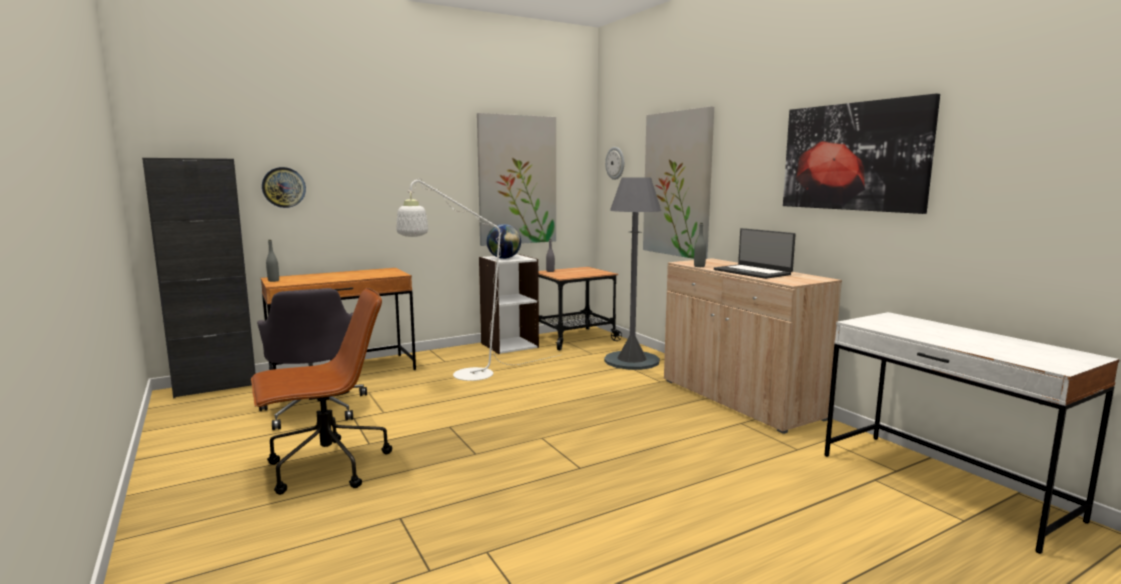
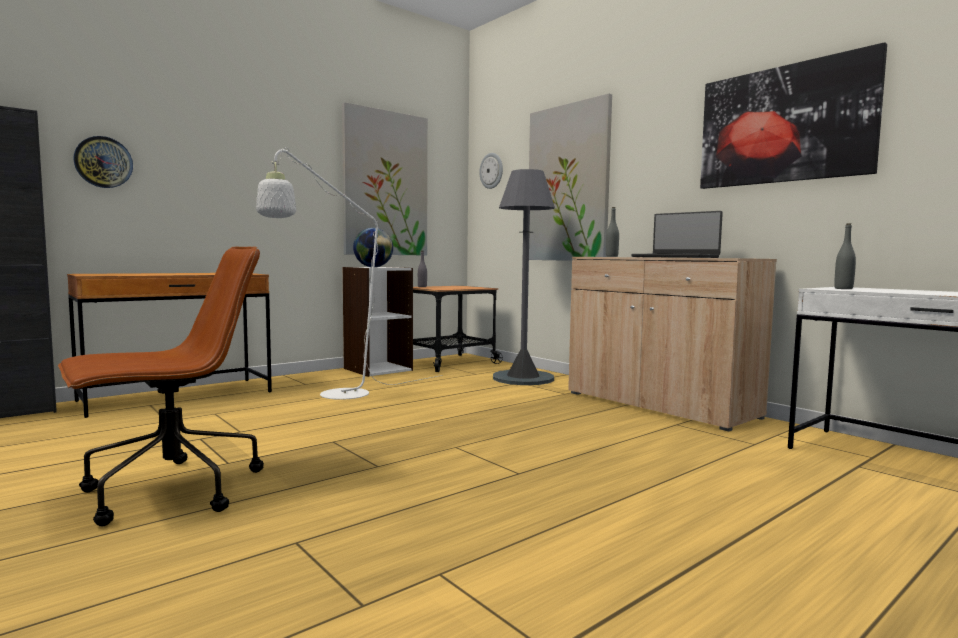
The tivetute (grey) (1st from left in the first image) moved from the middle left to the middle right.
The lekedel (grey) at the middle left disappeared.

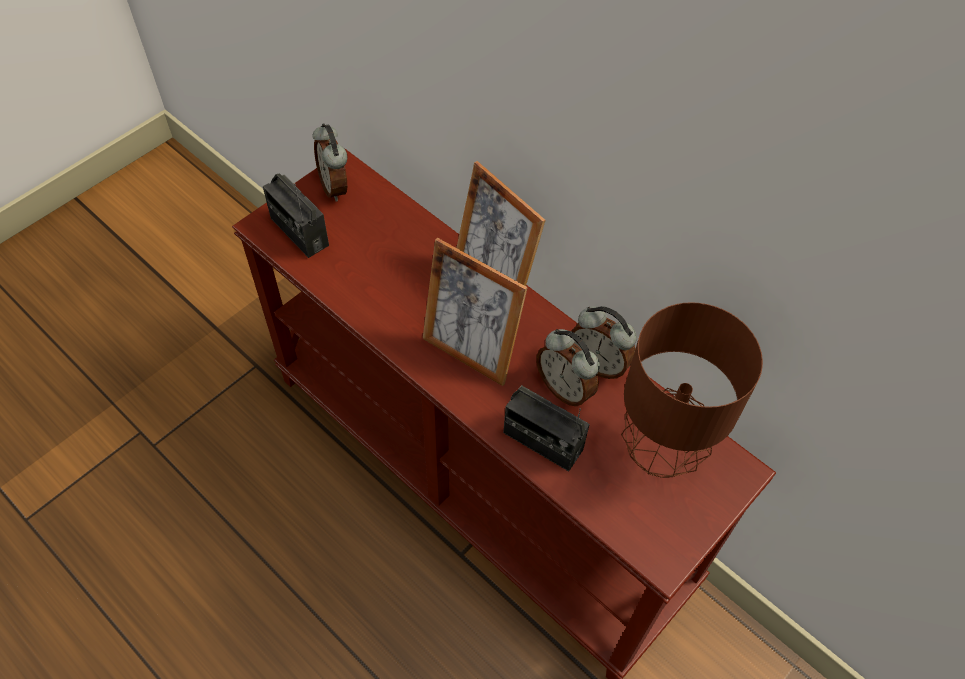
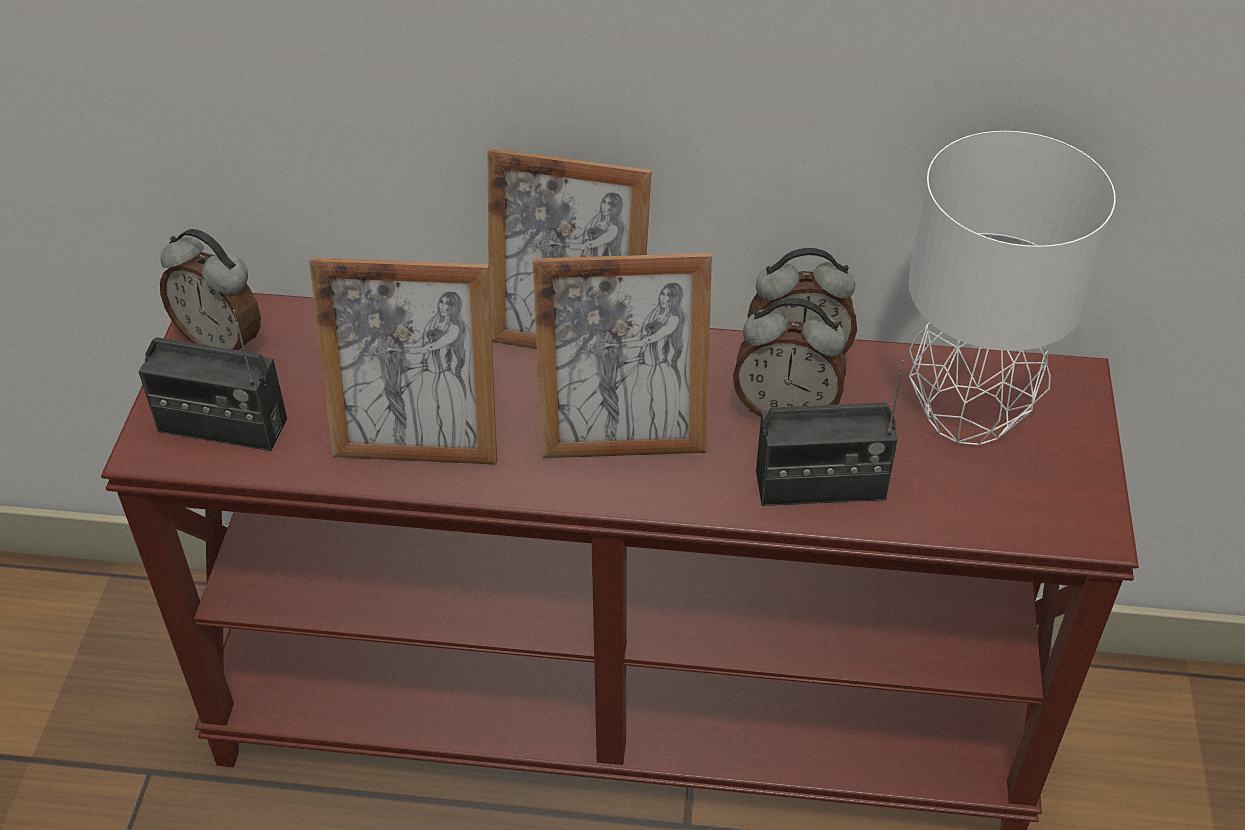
The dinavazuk (1st from left) at the middle left appeared.
The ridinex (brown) at the middle right became the ridinex (white) at the middle right.

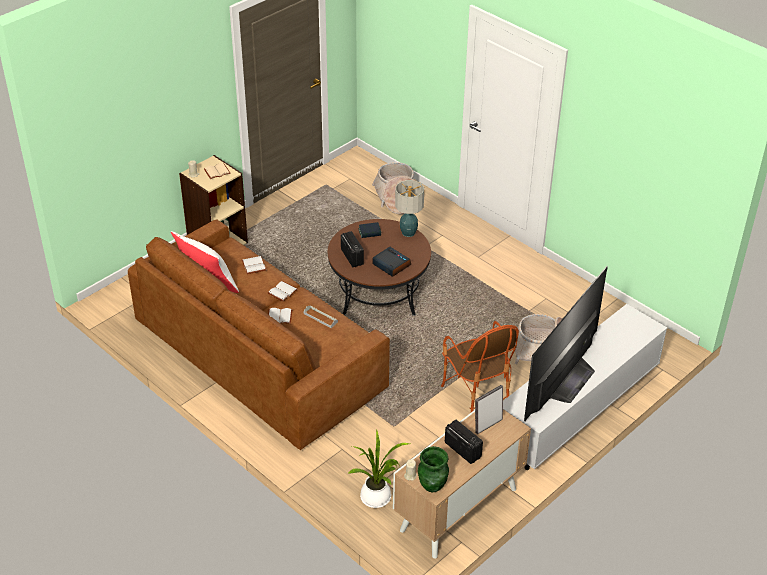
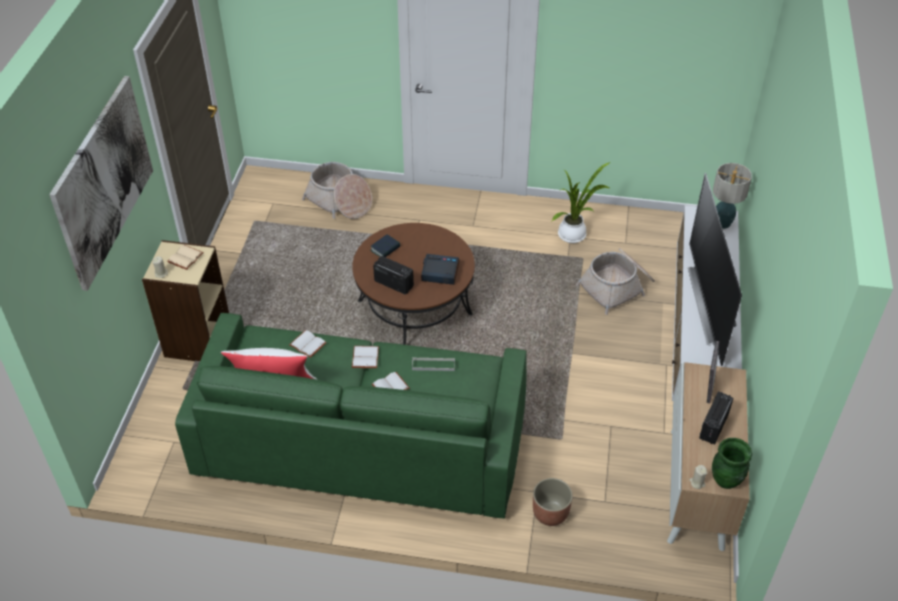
The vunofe at the top left appeared.
The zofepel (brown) at the centre became the zofepel (green) at the bottom centre.
The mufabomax at the bottom centre appeared.
The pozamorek moved from the bottom centre to the centre.
The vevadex (2nd from left) at the bottom centre turned 75 degrees counterclockwise.
The ridinex moved from the centre to the top right.
The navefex at the centre disappeared.

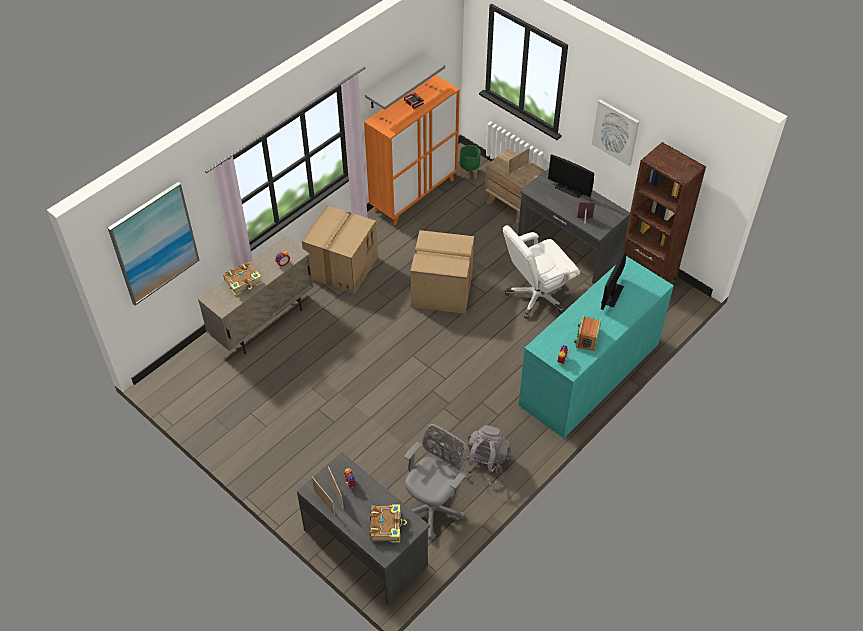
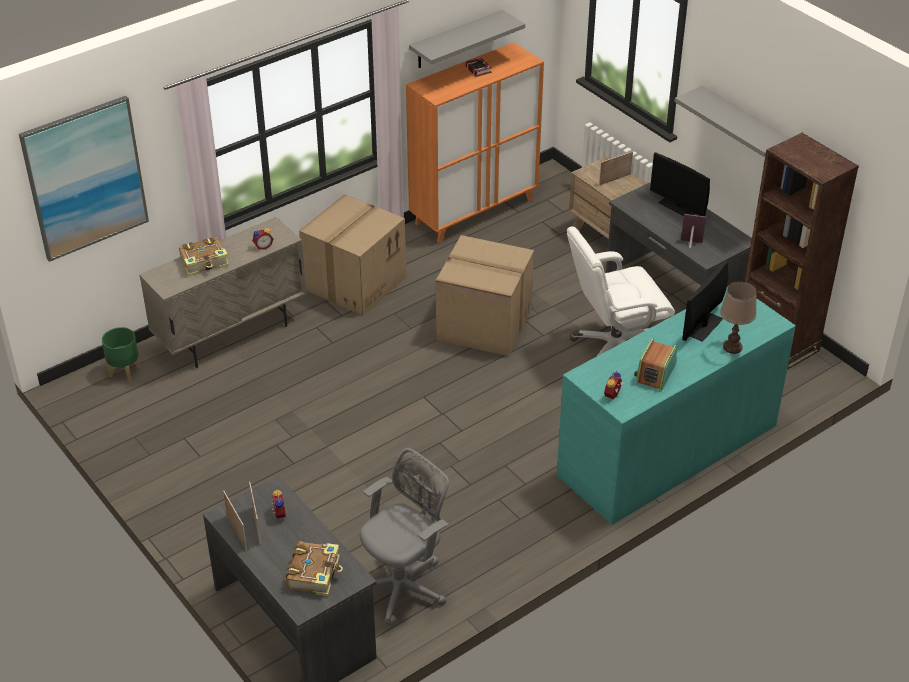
The mufabomax (green) moved from the top centre to the middle left.
The vunofe (2nd from left) at the top right was replaced by the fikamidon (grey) (2nd from left) at the top right.
The ridinex (brown) at the middle right appeared.
The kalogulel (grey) at the bottom centre disappeared.

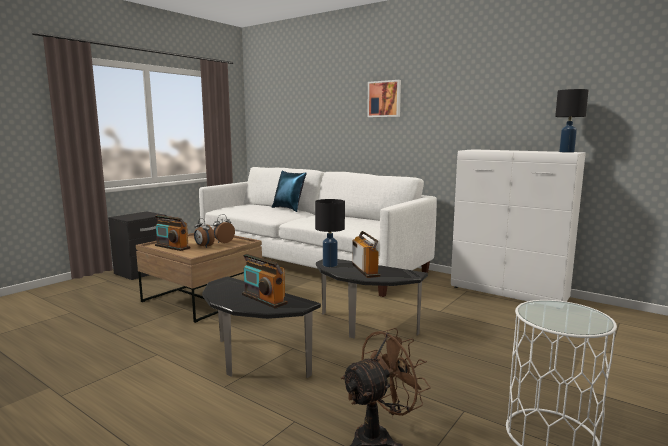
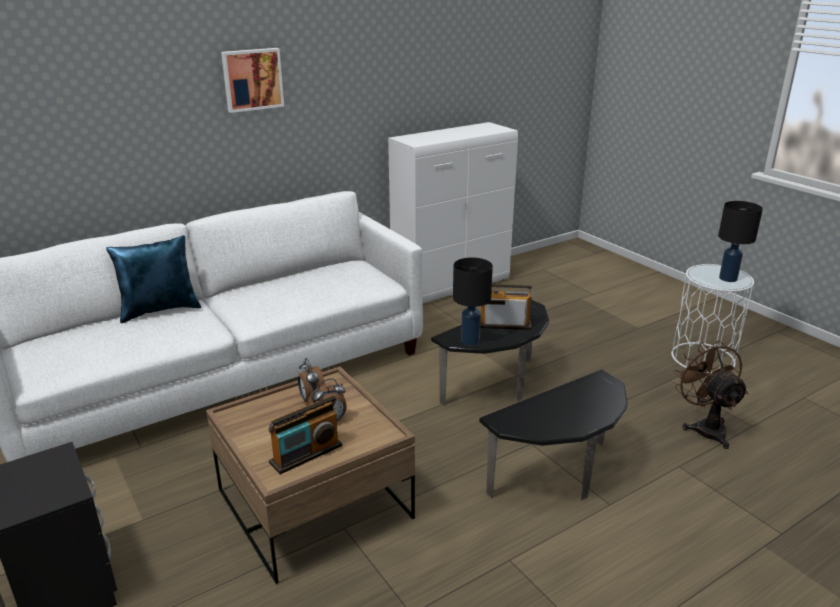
The ridinex (black) (2nd from left) moved from the top right to the middle right.
The vevadex (2nd from left) at the centre disappeared.

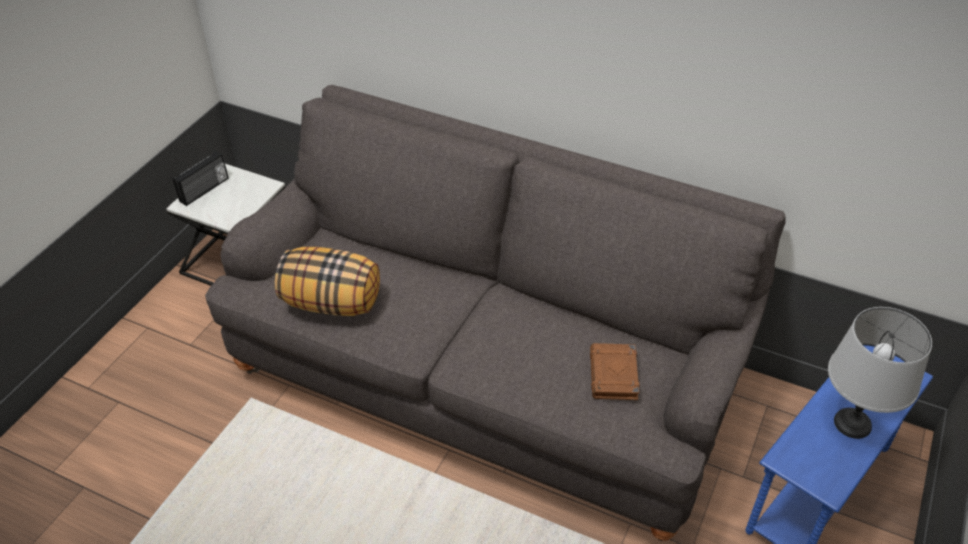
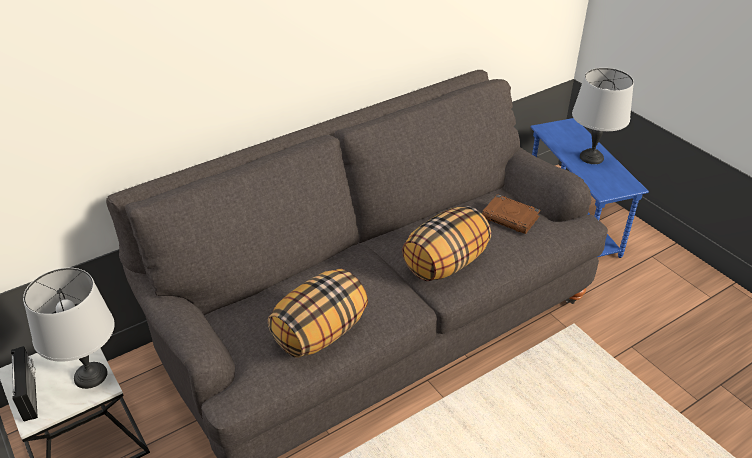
The ridinex (grey) (1st from left) at the bottom left appeared.
The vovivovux (2nd from left) at the centre appeared.

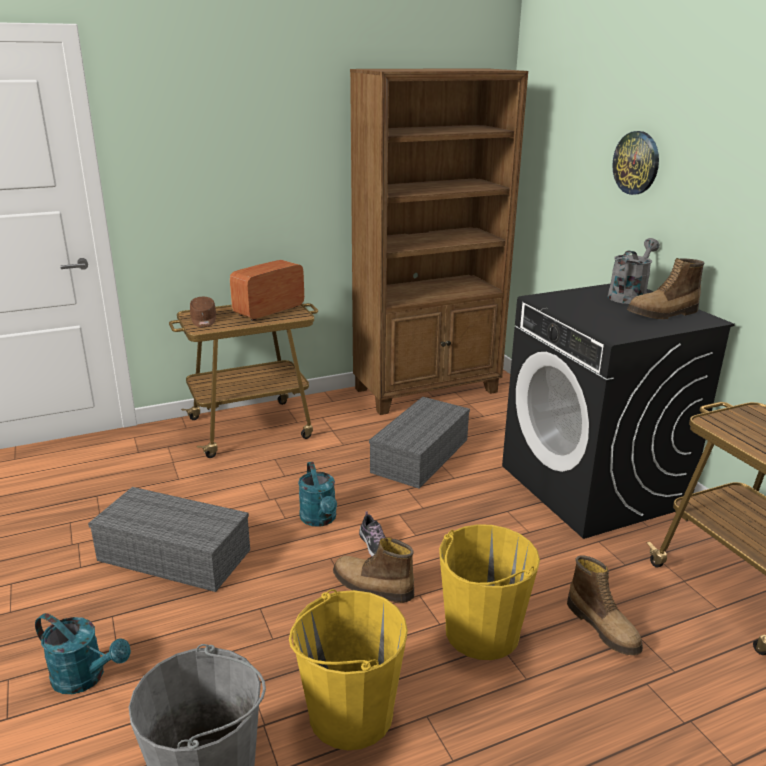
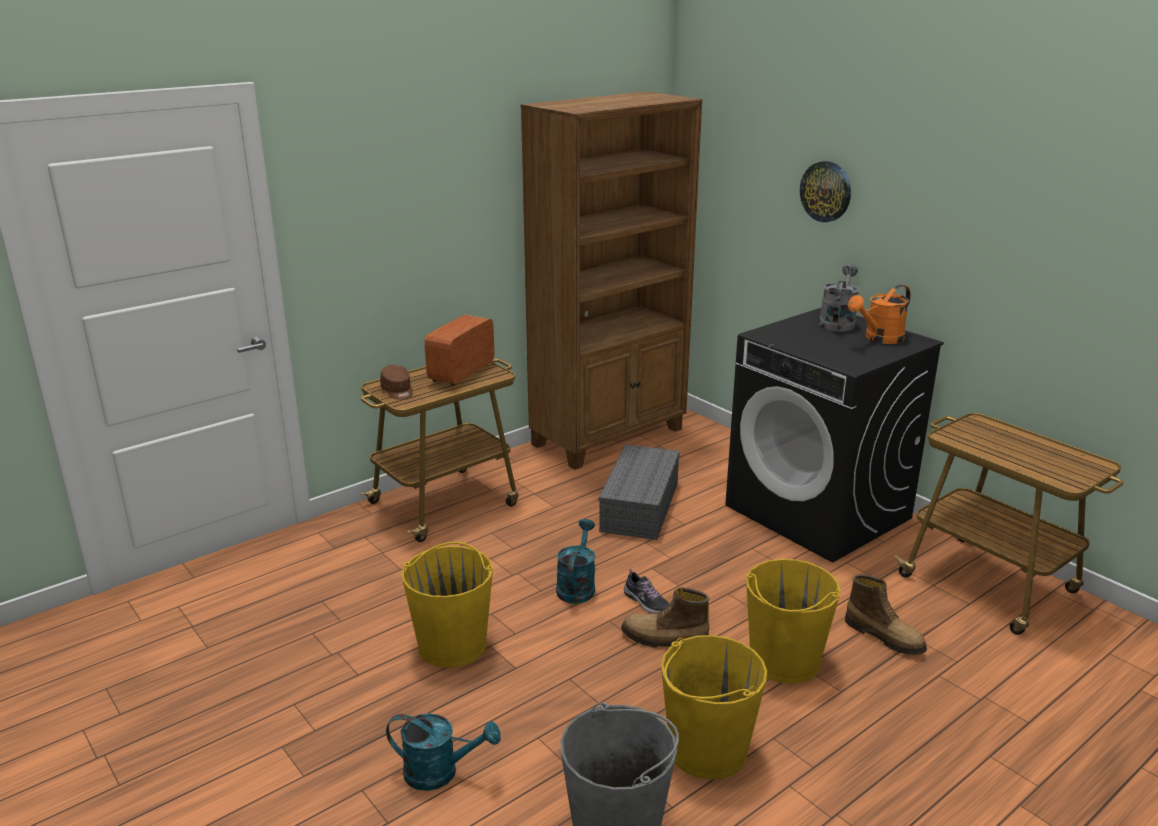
The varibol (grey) (1st from left) at the bottom left was replaced by the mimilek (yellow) (1st from left) at the bottom centre.
The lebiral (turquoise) (2nd from left) at the centre turned 135 degrees counterclockwise.
The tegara (3rd from left) at the middle right was replaced by the lebiral (orange) at the middle right.

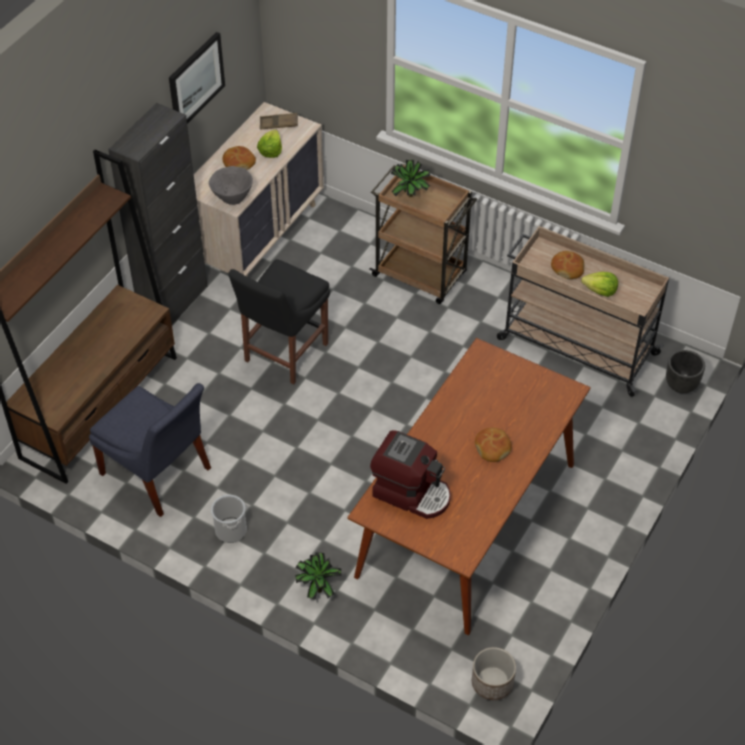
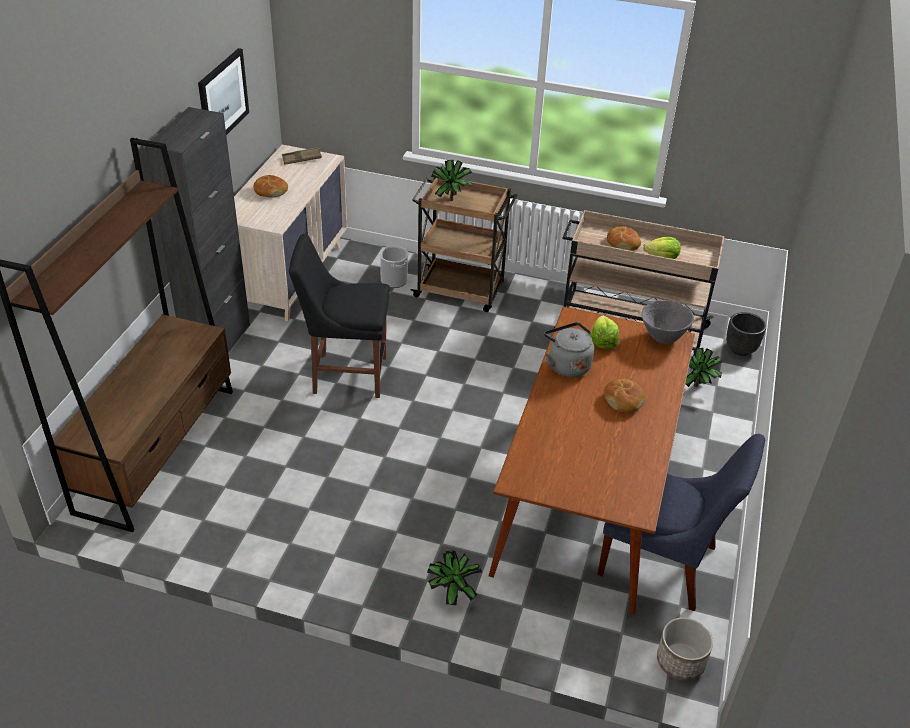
The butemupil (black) at the centre turned 75 degrees clockwise.
The mimilek moved from the bottom left to the centre.
The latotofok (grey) at the centre appeared.
The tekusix (1st from left) moved from the top centre to the centre.
The butemupil (blue) moved from the middle left to the bottom right.
The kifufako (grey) moved from the top left to the middle right.
The pozamorek (3rd from left) at the middle right appeared.
The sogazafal at the centre disappeared.

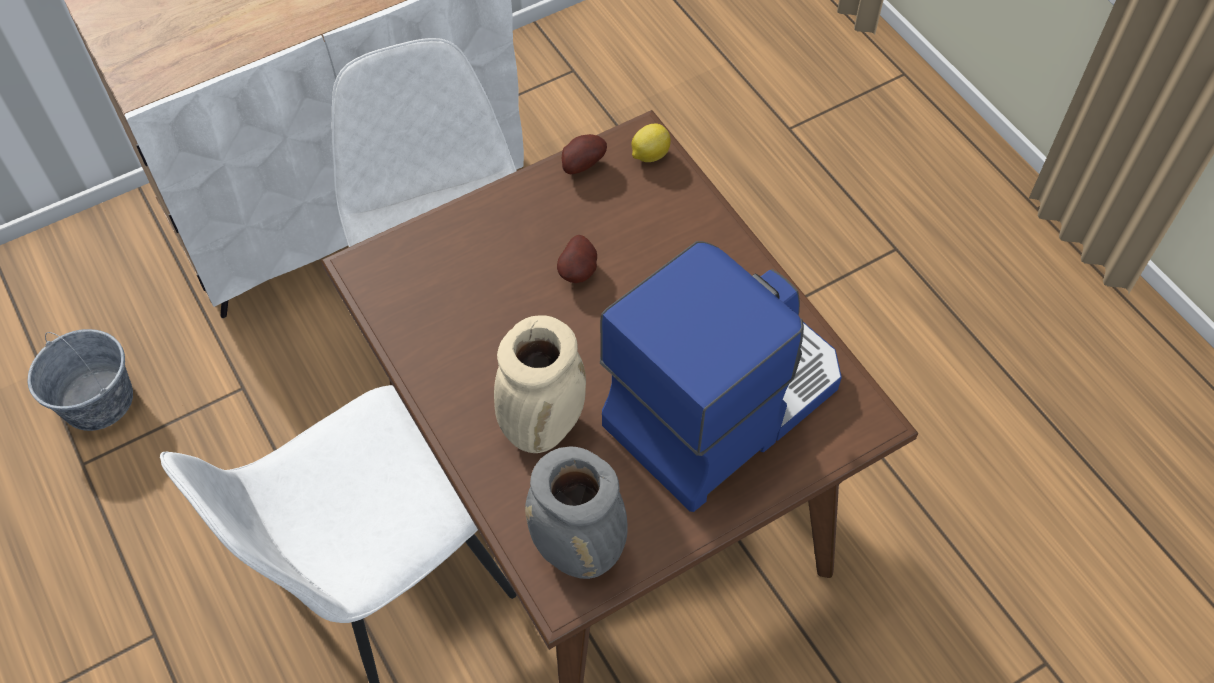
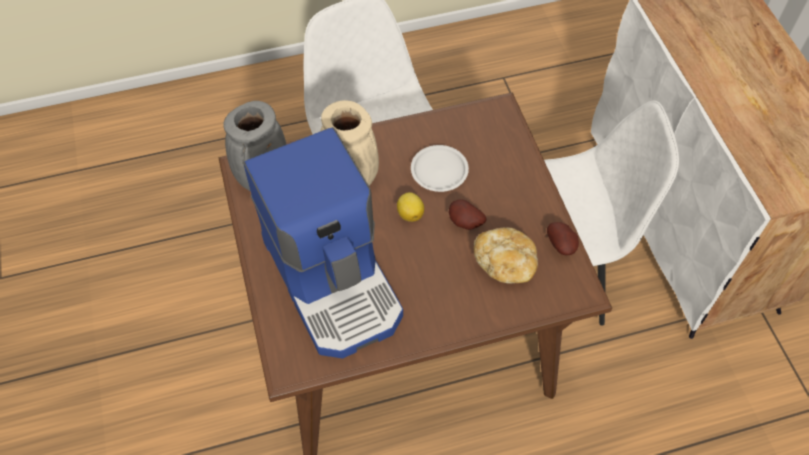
The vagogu moved from the top centre to the centre.
The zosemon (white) at the centre appeared.
The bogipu at the centre appeared.
The mimilek (grey) at the middle left disappeared.

